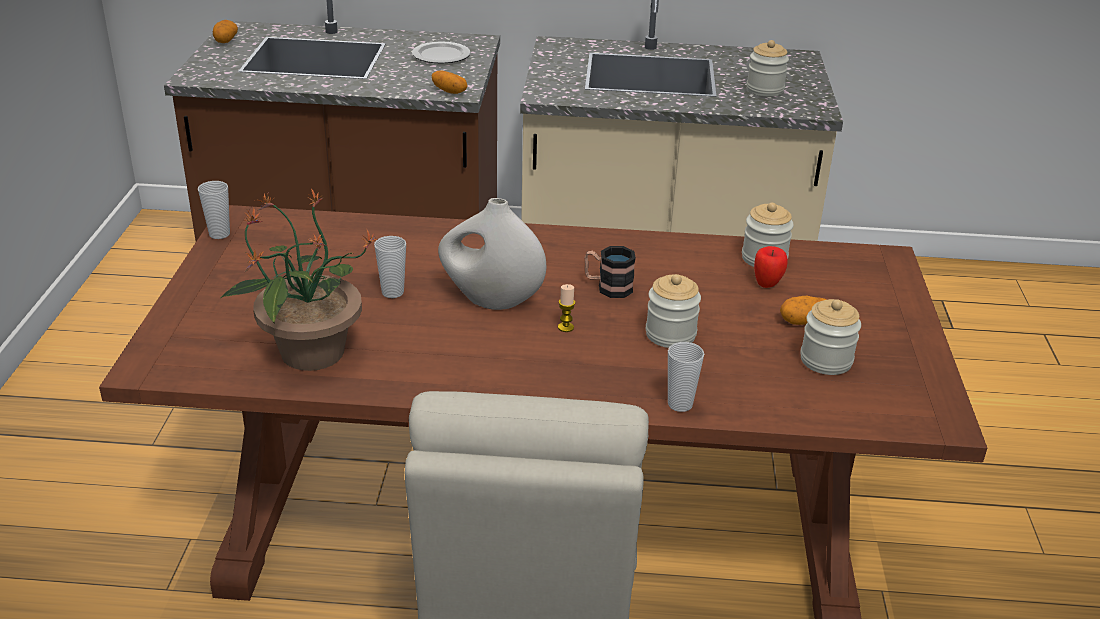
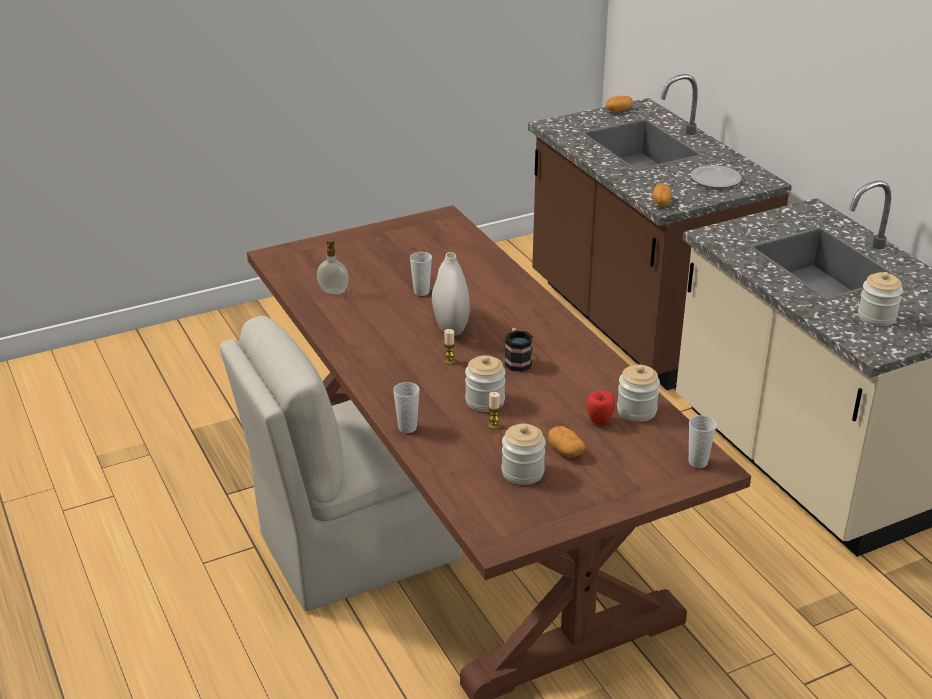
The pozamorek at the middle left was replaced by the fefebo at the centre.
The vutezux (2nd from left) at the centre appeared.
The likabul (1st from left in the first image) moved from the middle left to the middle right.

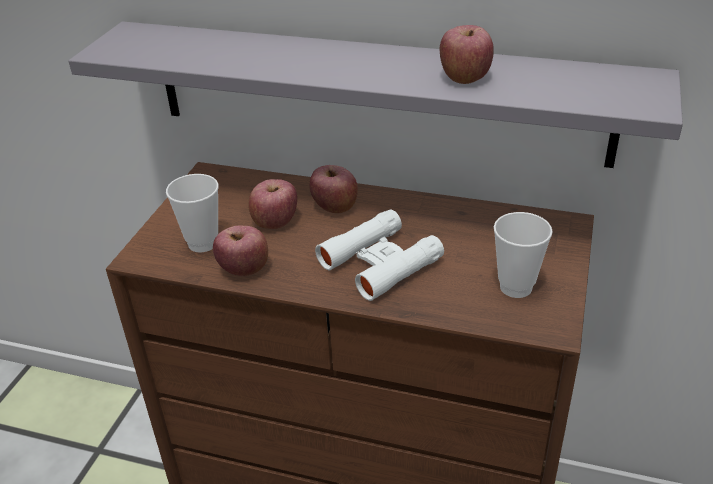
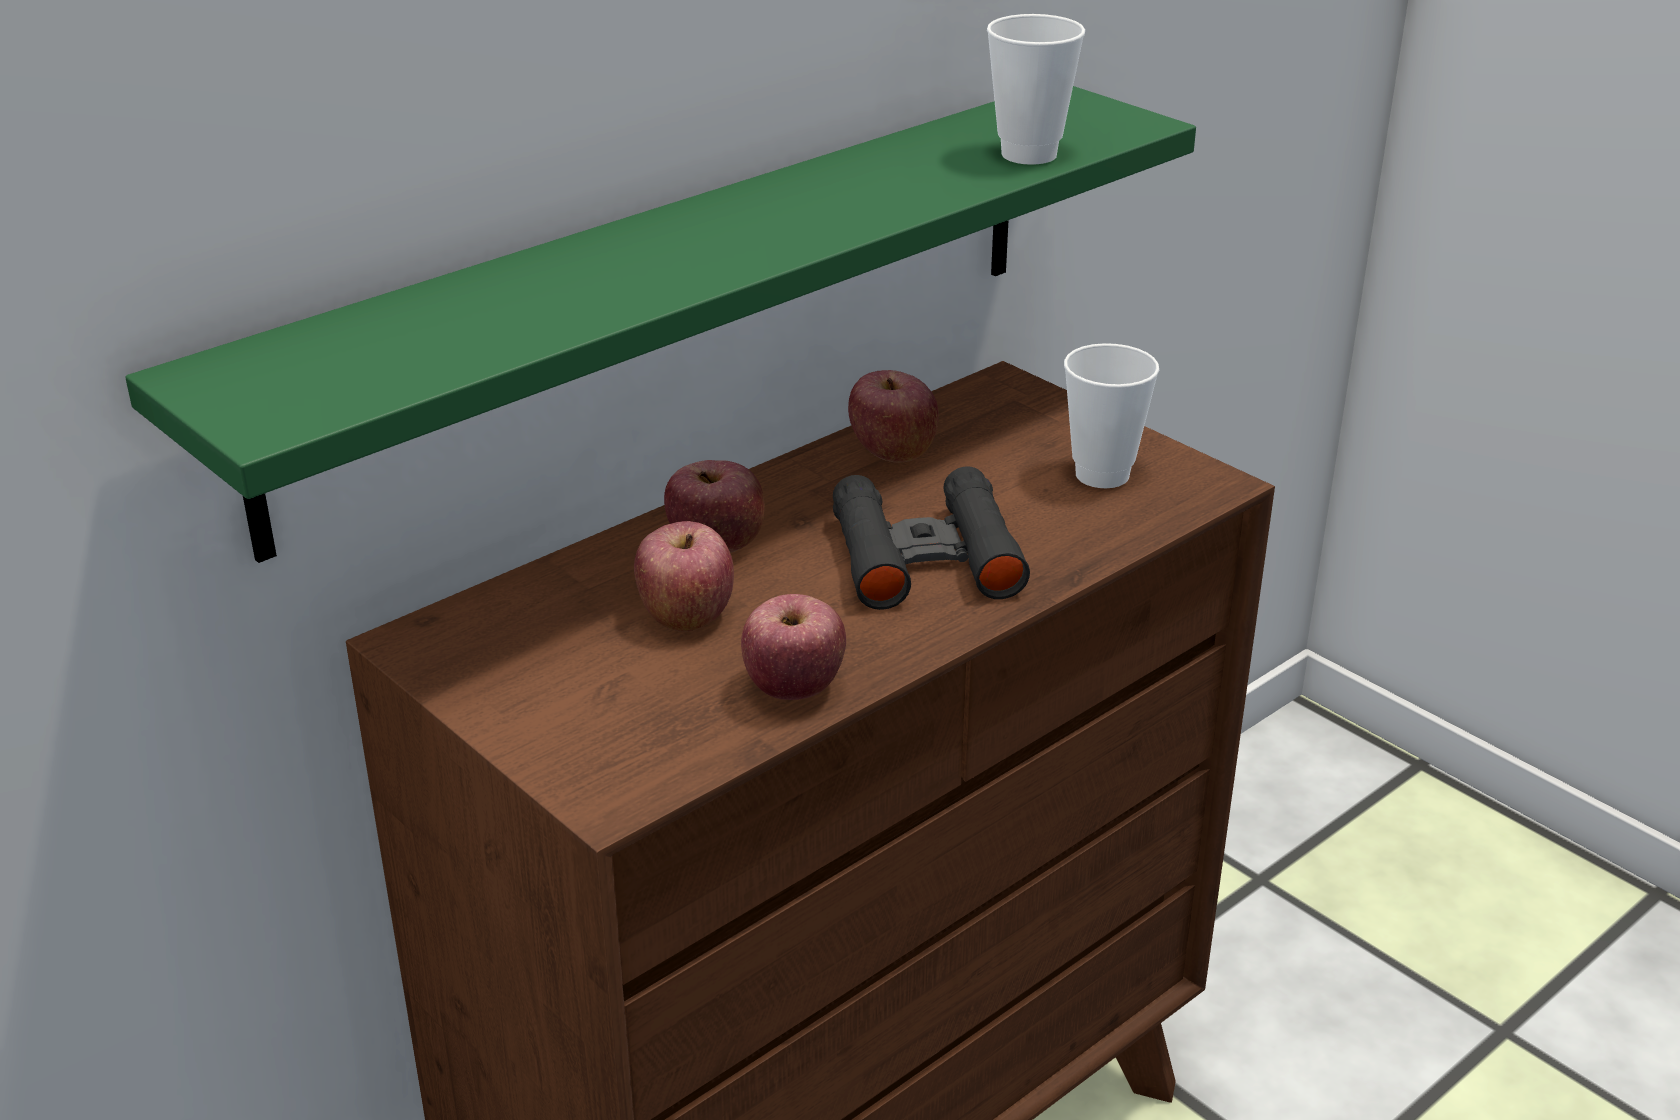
The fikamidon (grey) at the top centre became the fikamidon (green) at the top centre.
The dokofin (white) at the centre became the dokofin (black) at the centre.
The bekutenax (4th from left) moved from the top centre to the centre.
The likabul (1st from left) moved from the middle left to the top centre.

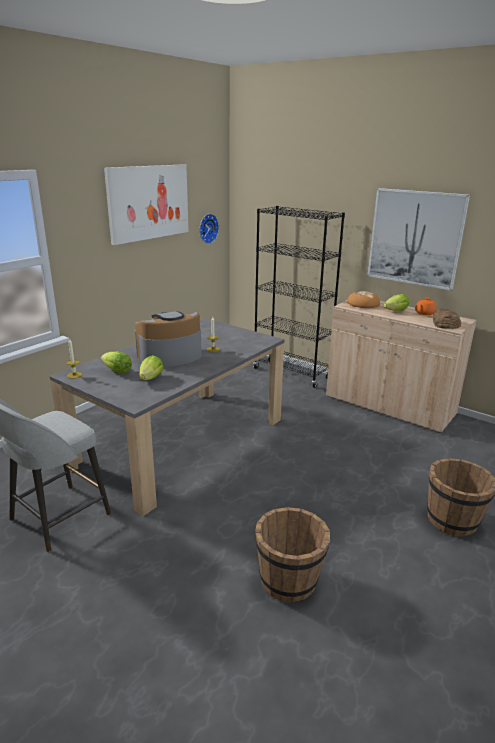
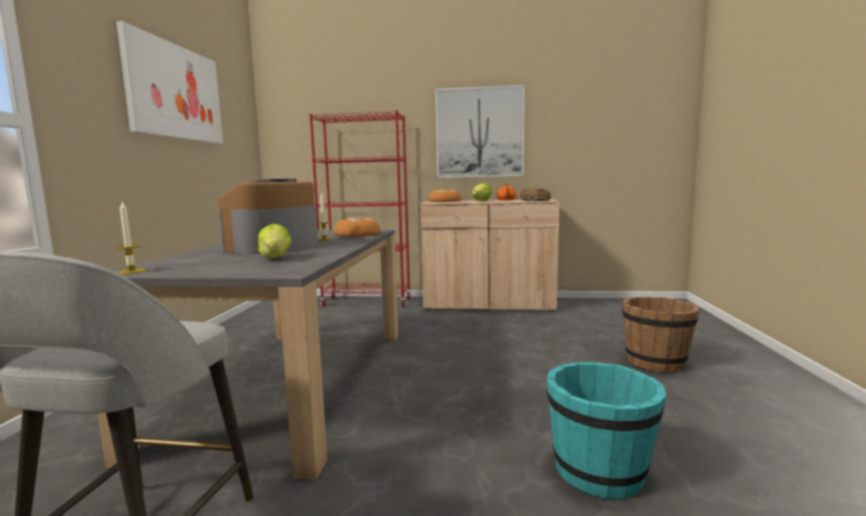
The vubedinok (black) at the centre became the vubedinok (red) at the centre.
The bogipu (1st from left) at the centre appeared.
The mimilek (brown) (1st from left) at the bottom centre became the mimilek (turquoise) at the bottom right.
The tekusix (1st from left) at the middle left disappeared.
The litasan at the top centre disappeared.

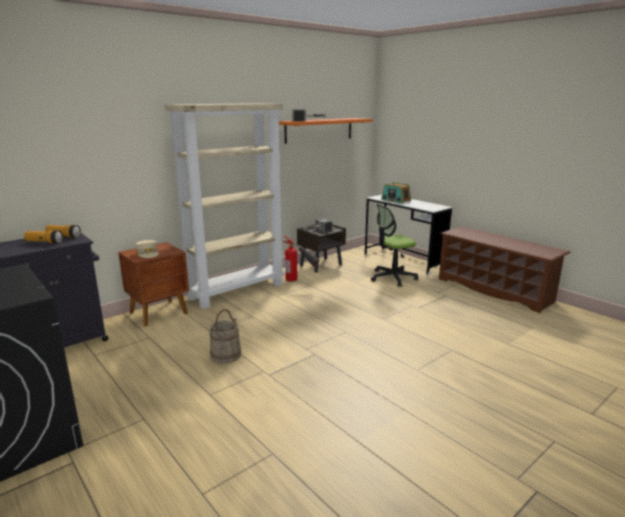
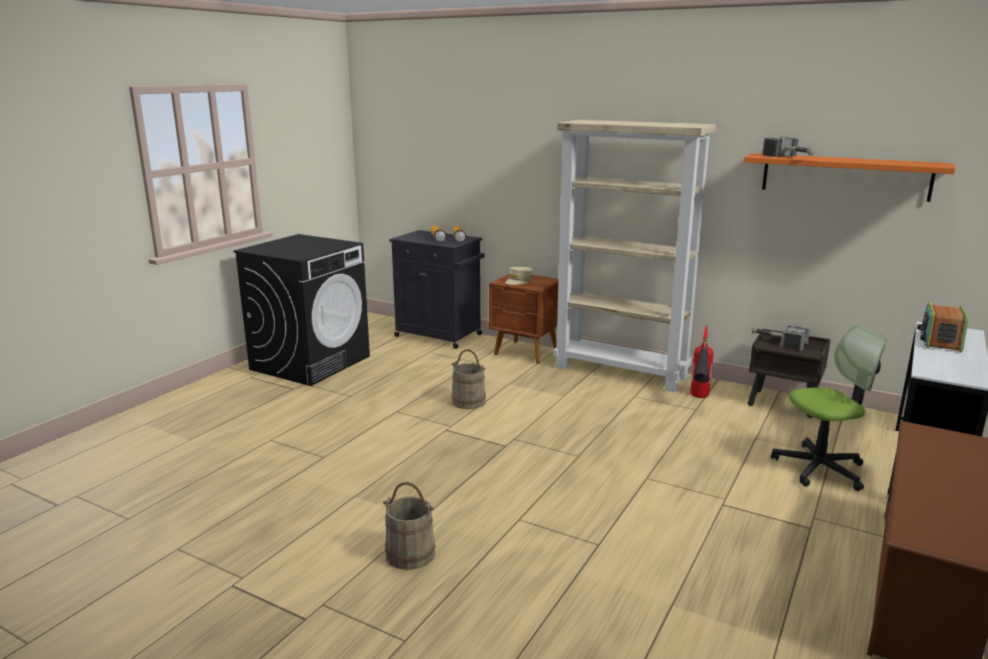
The mimilek (beige) (1st from left) at the bottom centre appeared.
The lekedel at the centre turned 120 degrees clockwise.

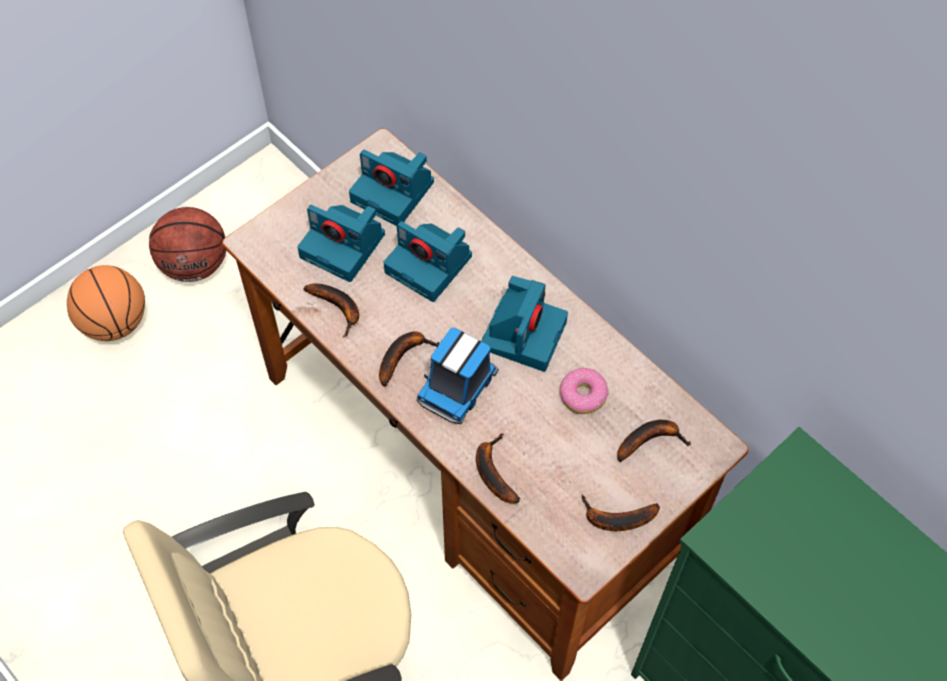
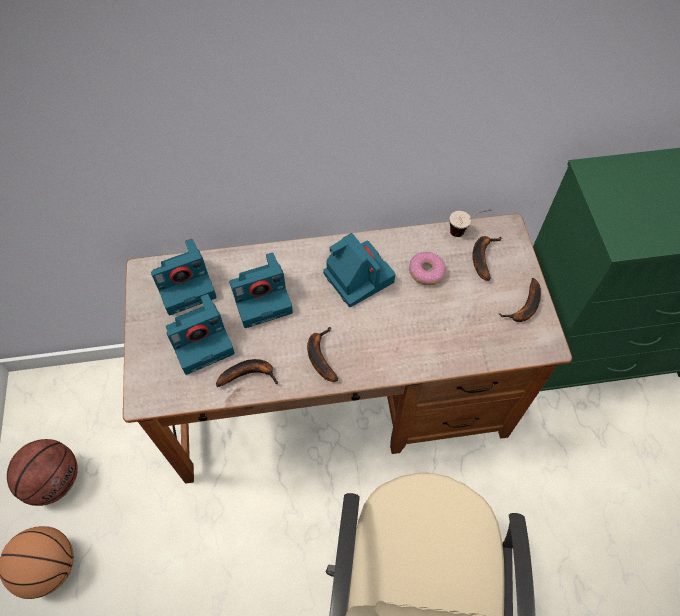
The likabul at the middle right appeared.
The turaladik at the centre disappeared.
The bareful (3rd from left) at the bottom centre disappeared.

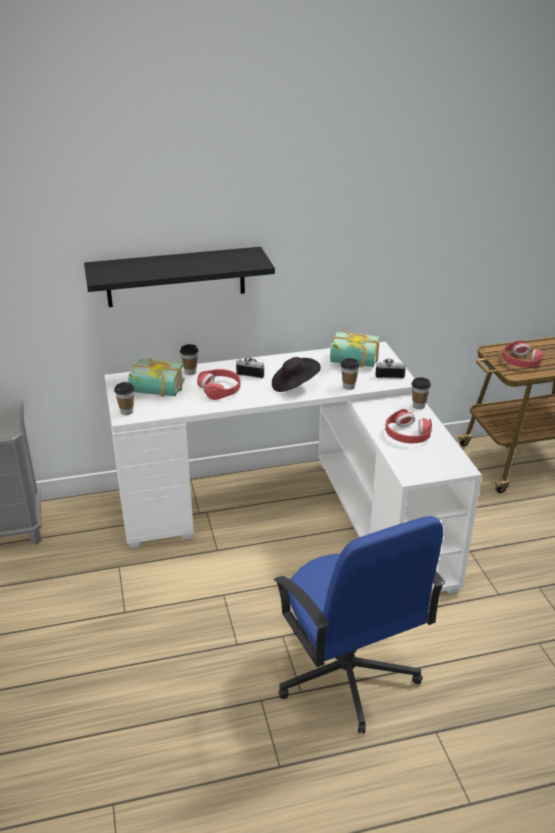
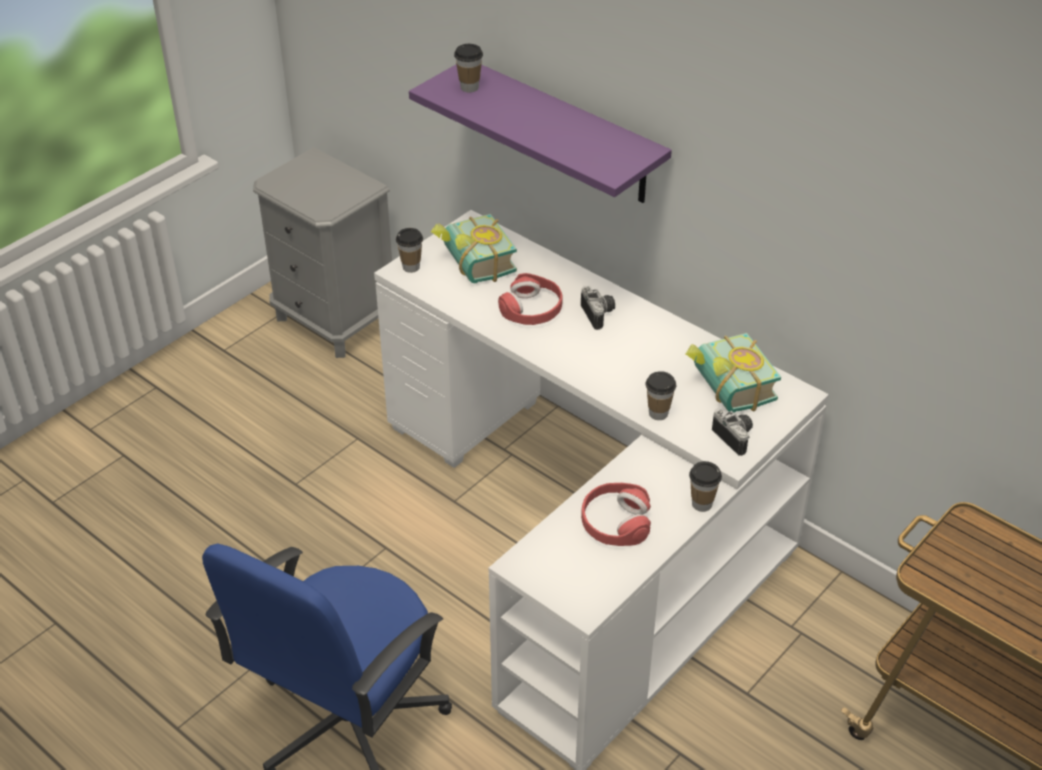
The fikamidon (black) at the top left became the fikamidon (purple) at the top centre.
The likabul (2nd from left) moved from the centre to the top centre.
The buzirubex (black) at the centre disappeared.
The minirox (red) (3rd from left) at the middle right disappeared.

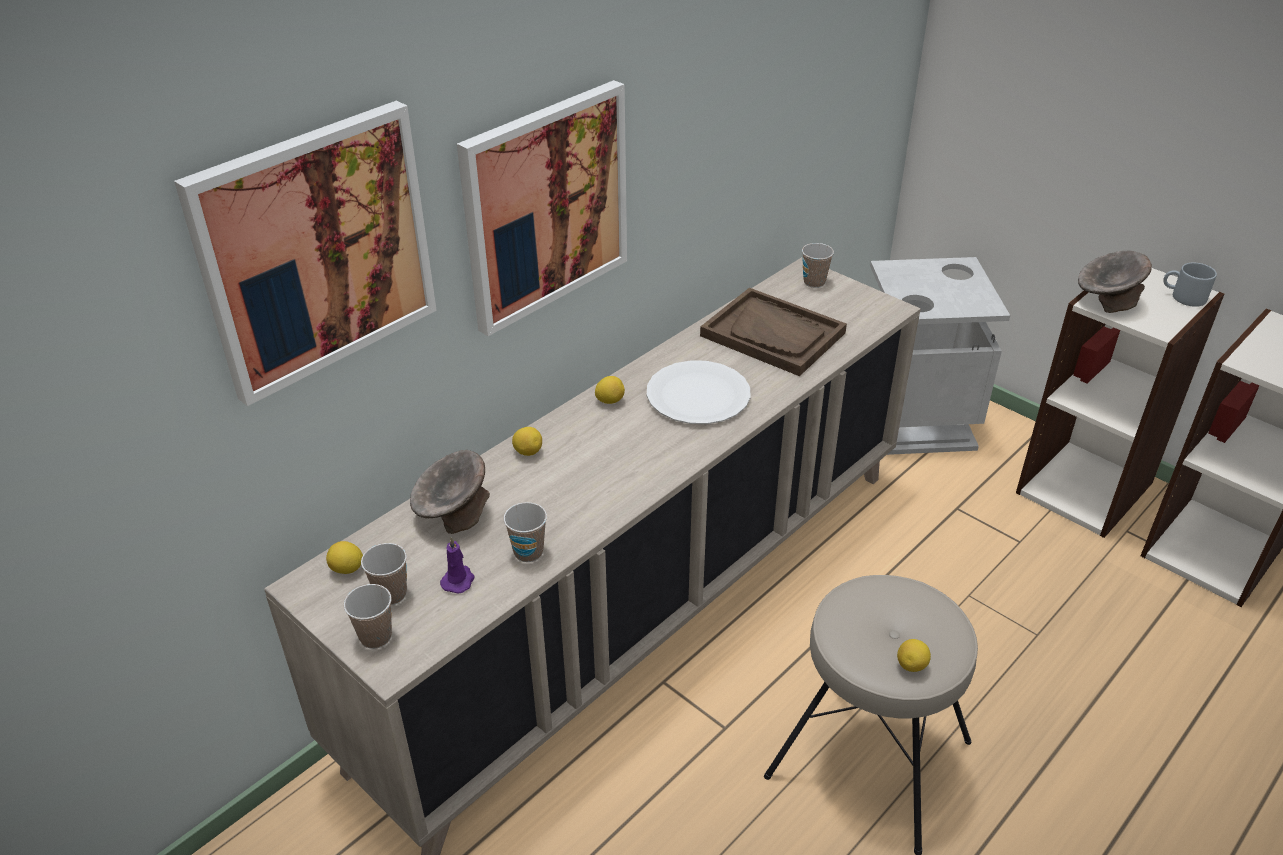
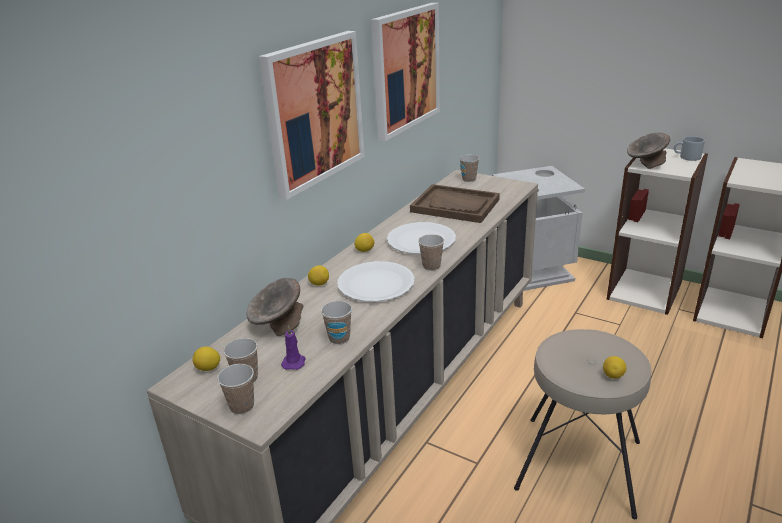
The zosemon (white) (1st from left) at the centre appeared.
The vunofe (1st from left in the first image) moved from the top left to the top centre.
The likabul (4th from left) at the centre appeared.

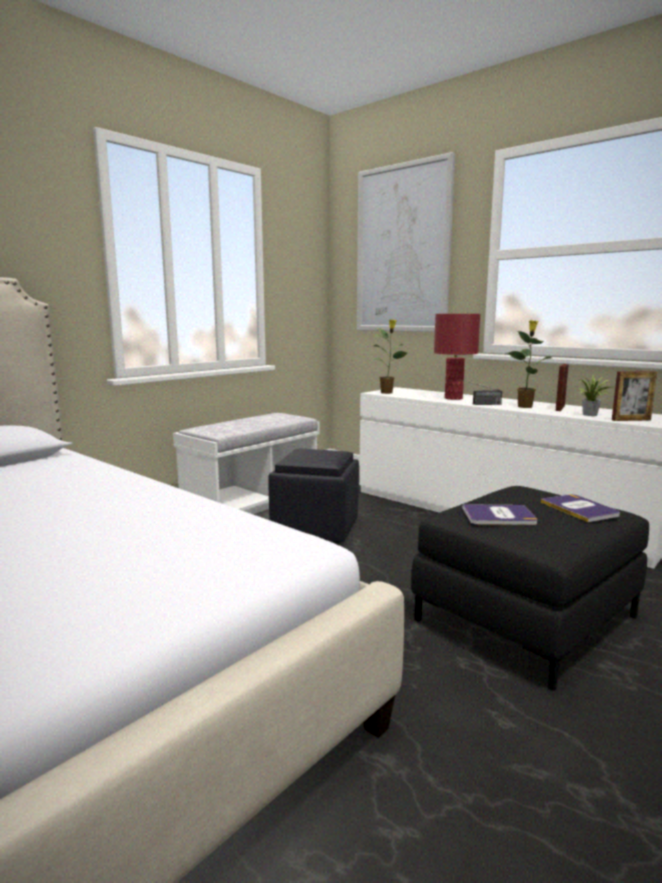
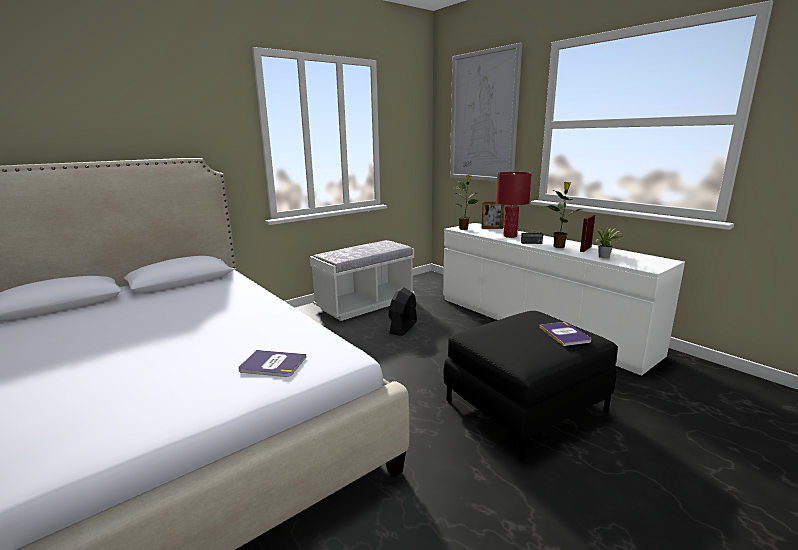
The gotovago (1st from left) moved from the middle right to the centre.
The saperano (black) (1st from left) at the centre was replaced by the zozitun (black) at the centre.
The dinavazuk (2nd from left in the first image) moved from the middle right to the centre.

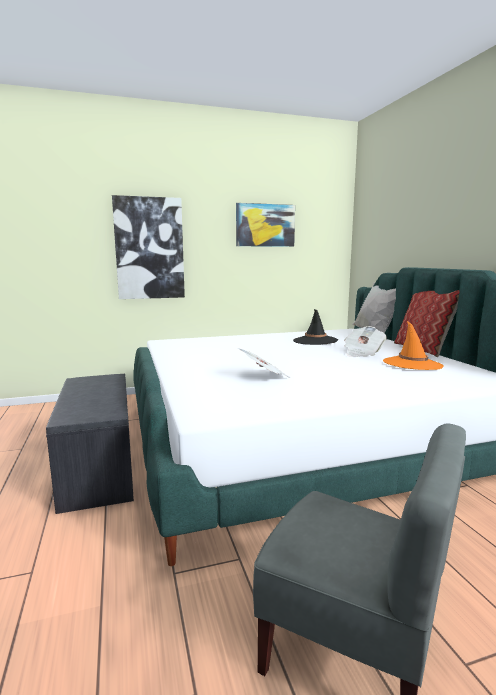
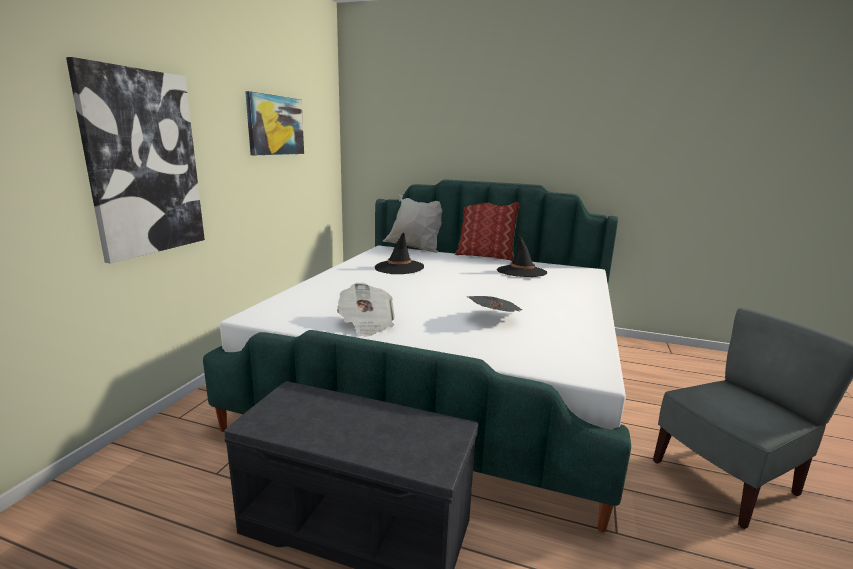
The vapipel (2nd from left in the first image) moved from the middle right to the centre.
The buzirubex (orange) at the middle right became the buzirubex (black) (2nd from left) at the centre.

